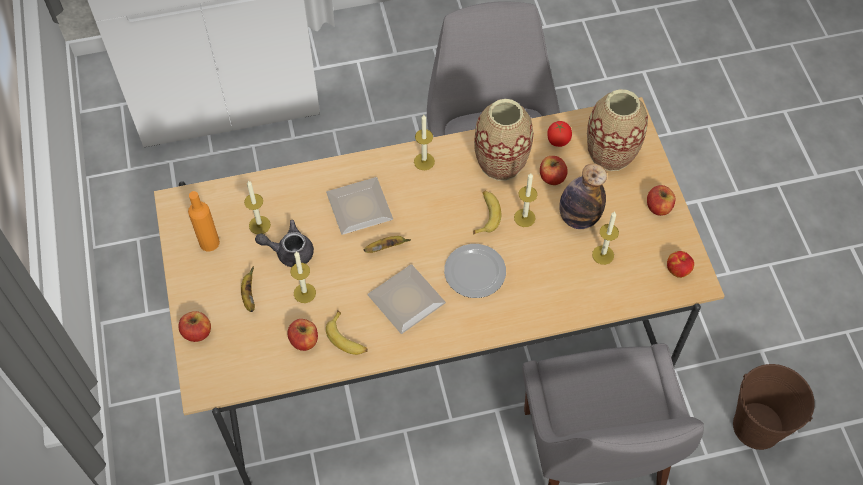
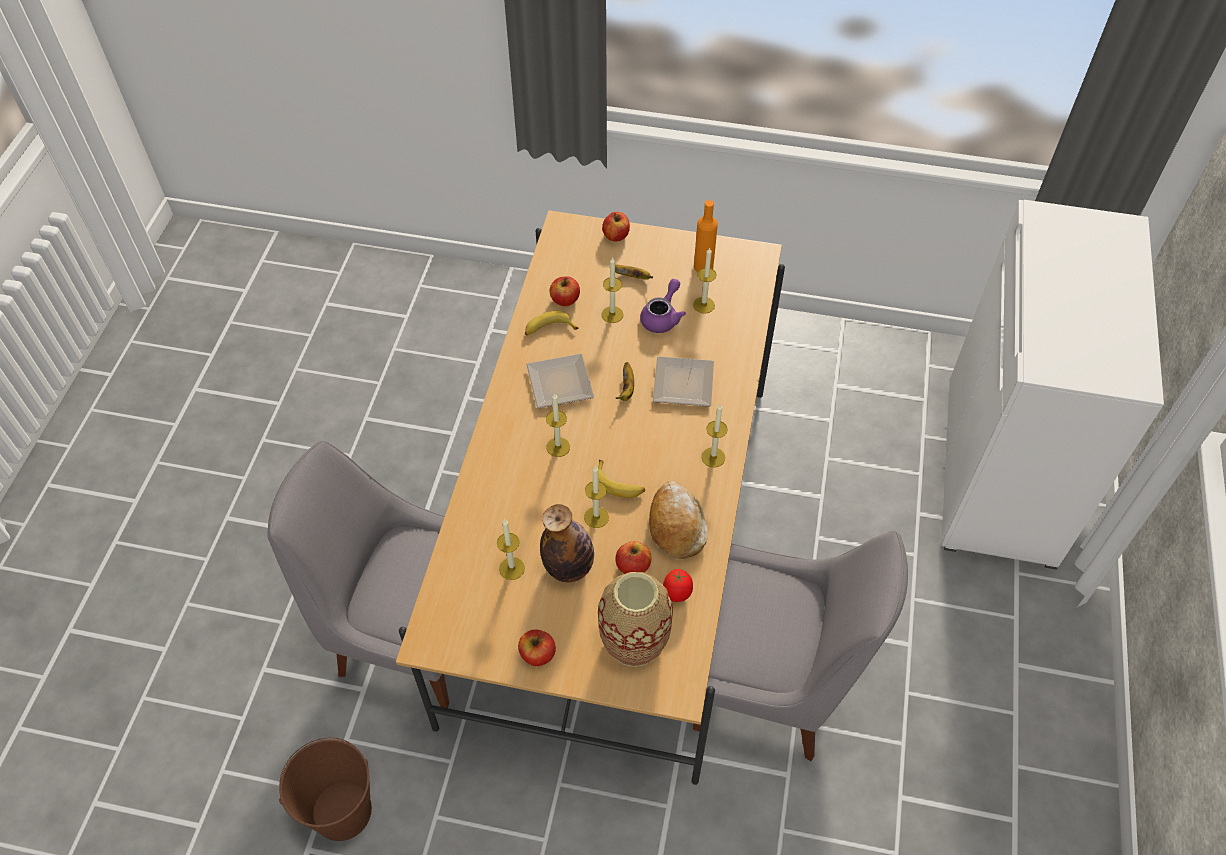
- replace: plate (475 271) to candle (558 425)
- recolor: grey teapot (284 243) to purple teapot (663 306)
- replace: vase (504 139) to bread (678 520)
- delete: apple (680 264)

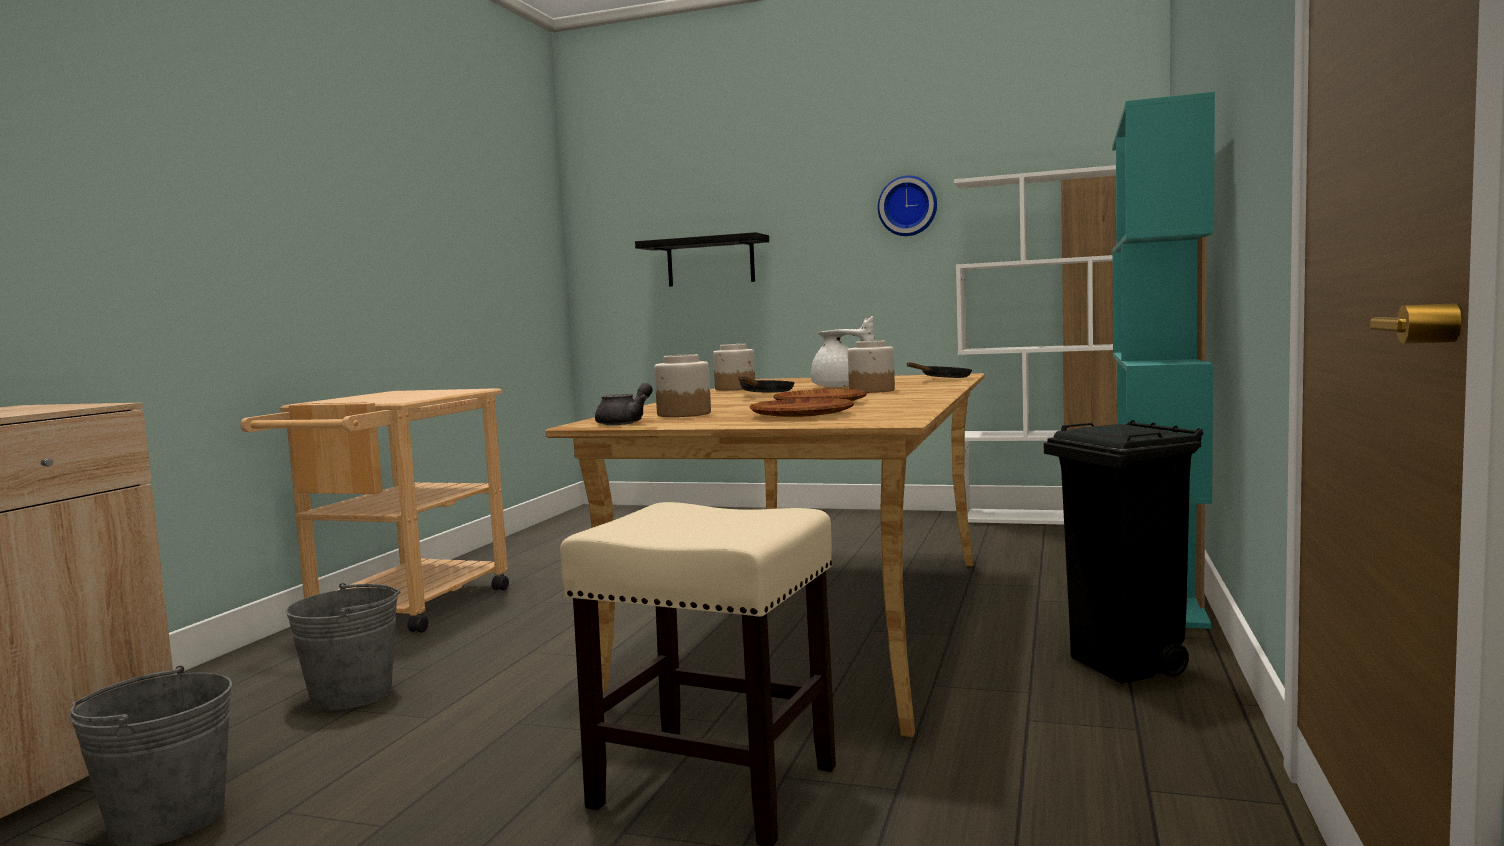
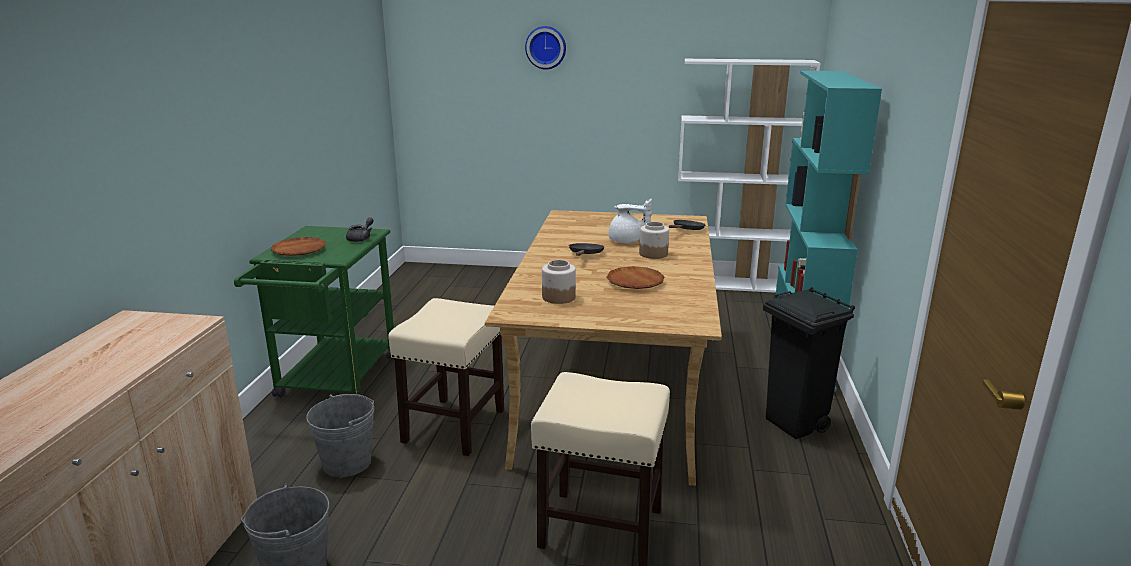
- recolor: beige cart (374 510) to green cart (314 312)
- move: brown plate (802 407) to (298 246)
- move: grey teapot (624 404) to (360 229)
- insert: beige stool (446 377)
- move: wall clock (907 205) to (545 48)
- delete: black shelf (702 259)
- delete: jar (734 367)

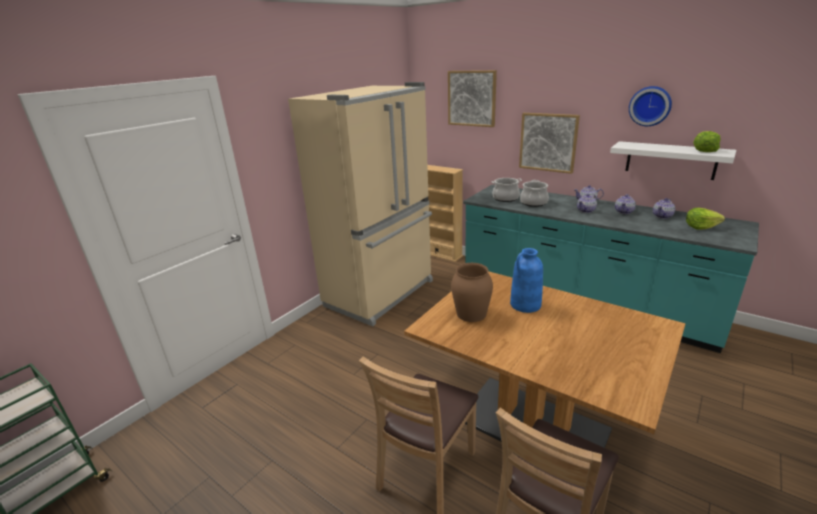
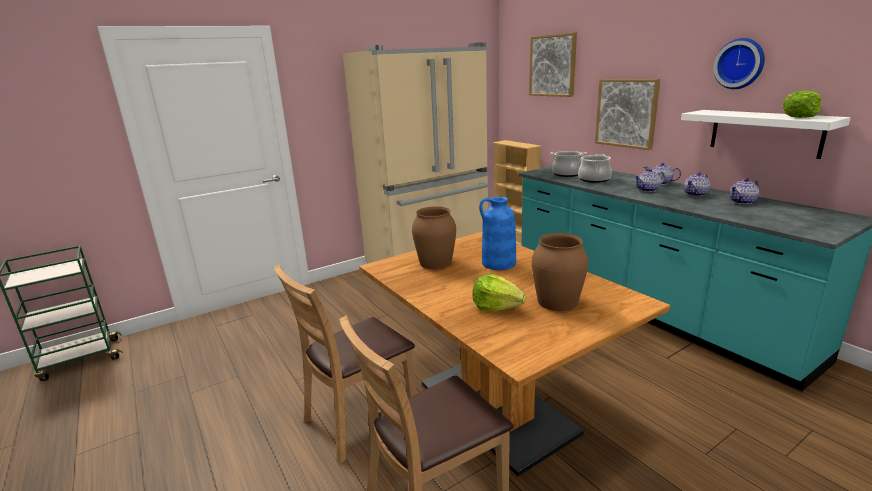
- move: lettuce (705 219) to (499 292)
- insert: brown vase (560 272)

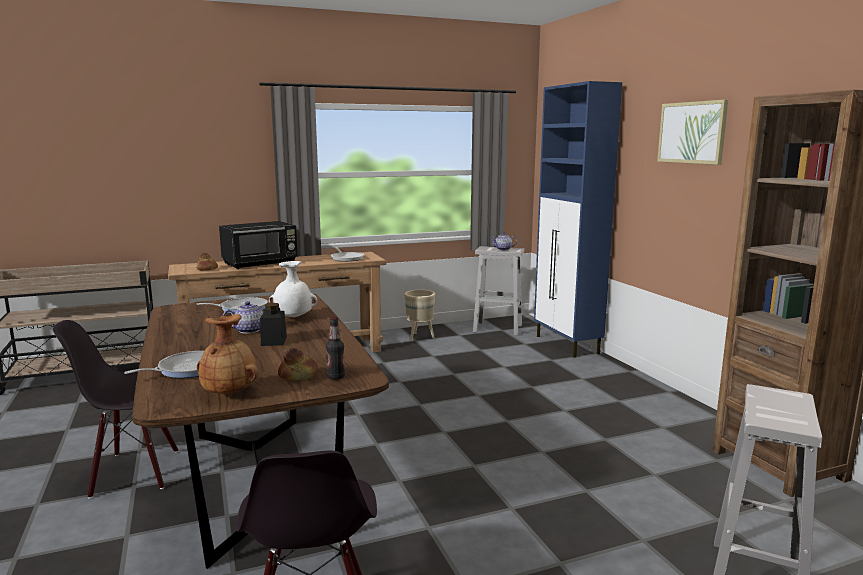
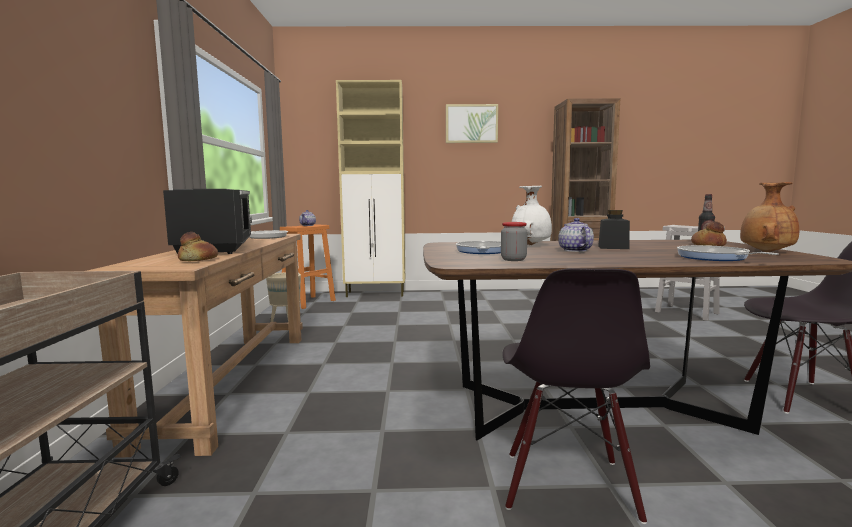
- recolor: white stool (498 291) to orange stool (308 266)
- recolor: blue cabinet (578 219) to beige cabinet (370 188)
- insert: jar (514 241)

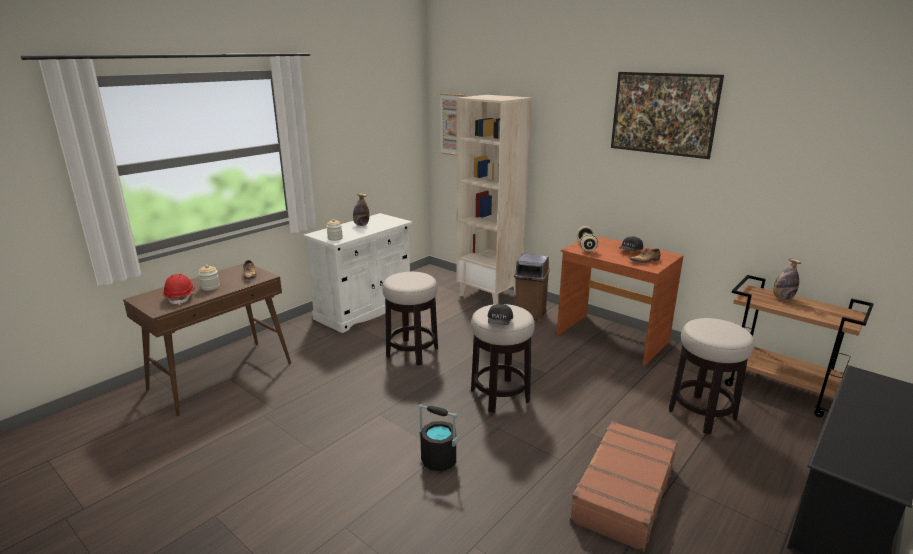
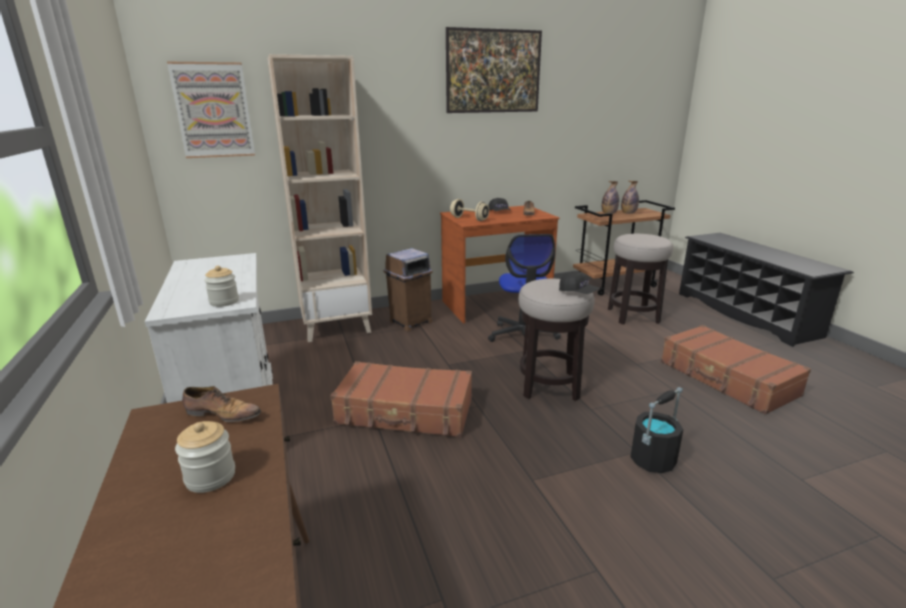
- replace: stool (410 318) to brown suitcase (401 399)
- insert: office chair (524 288)
- move: bottle (361 209) to (630 197)
- delete: red hard hat (179 289)

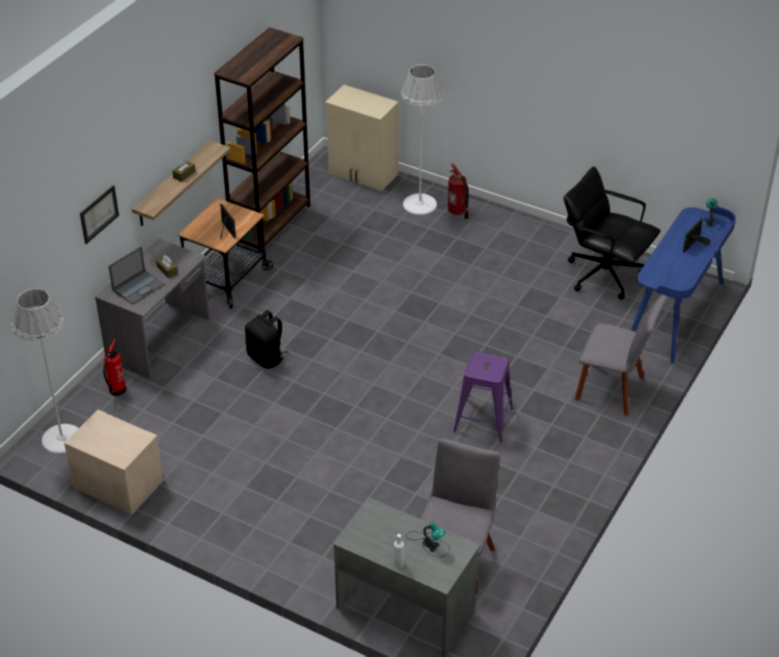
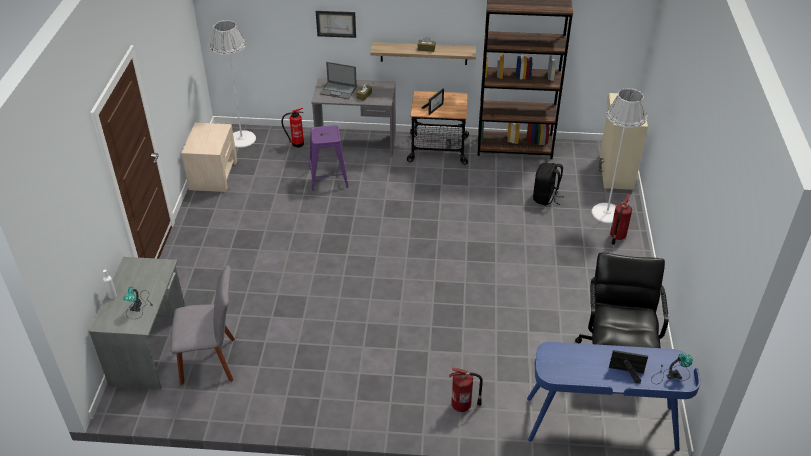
- move: purple stool (483 397) to (328 158)
- replace: grey chair (620 355) to fire extinguisher (466 390)
- move: black backpack (266 339) to (548 184)

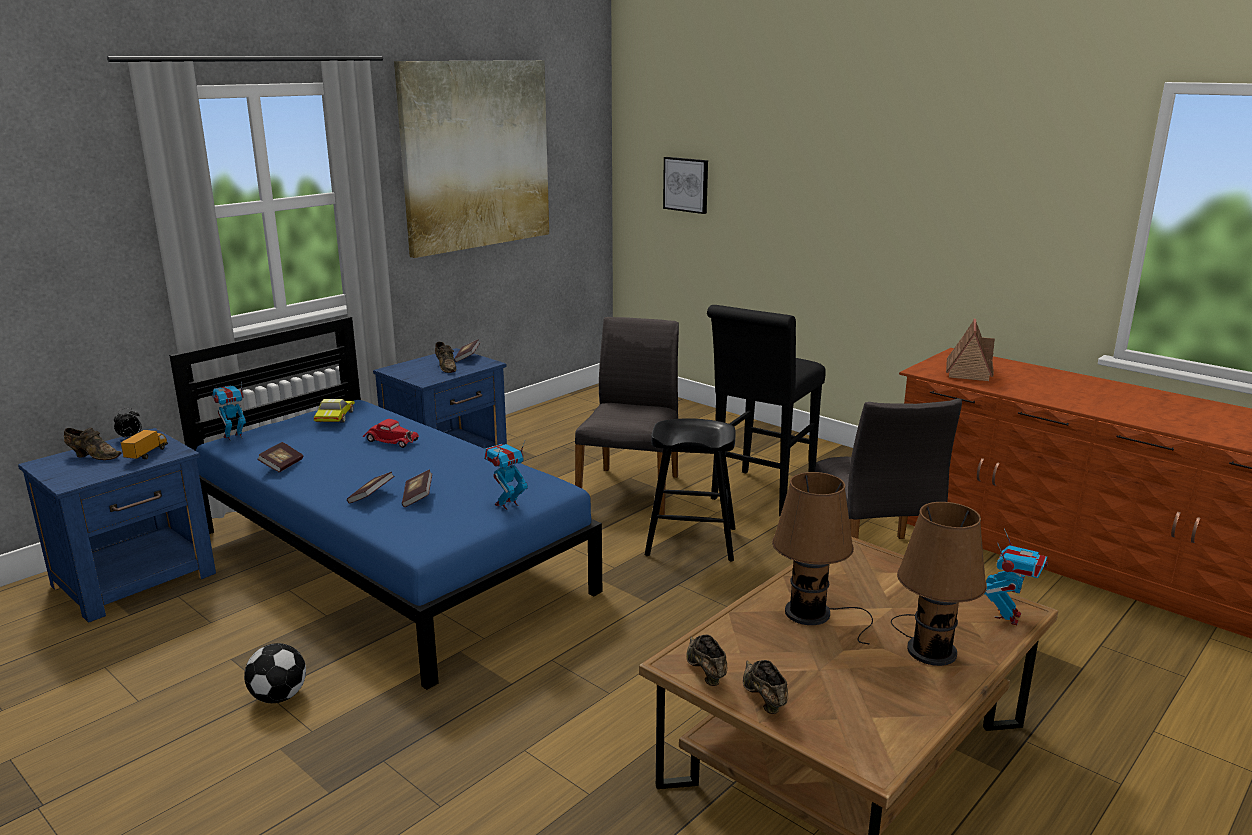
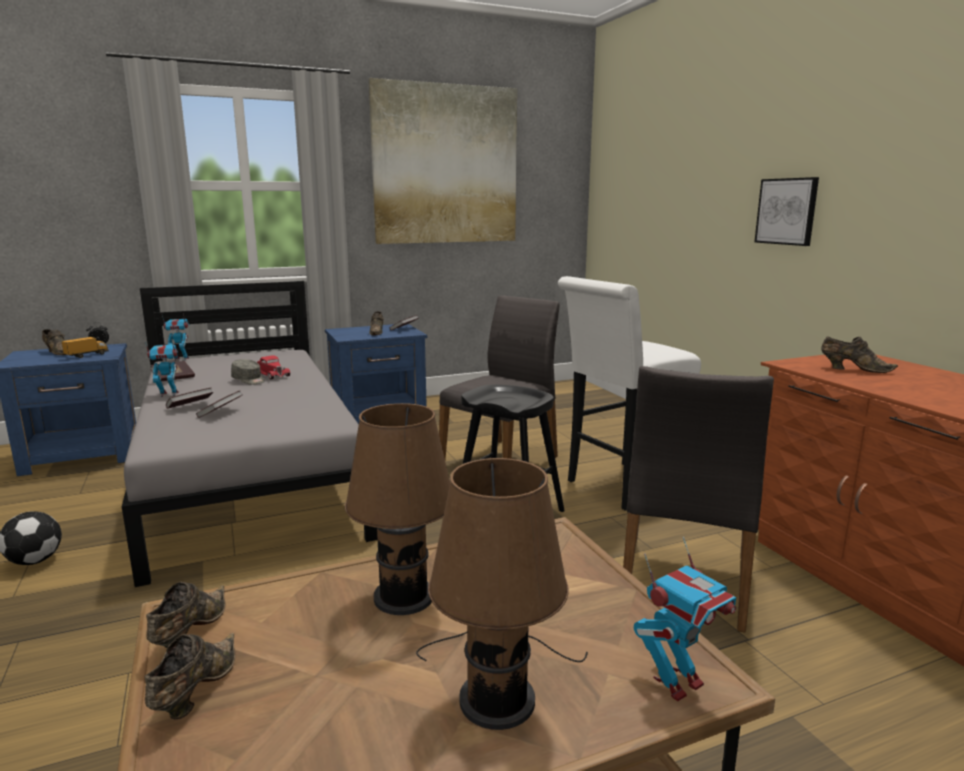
- recolor: blue bed (385 503) to grey bed (250 434)
- move: toy robot (506 475) to (162 368)
- insert: grey cap (248 372)
- recolor: black stool (766 410) to white stool (629 393)
- move: picture (685 185) to (786 211)
- replace: toy house (970 350) to brown shoe (859 354)
- delete: toy car (334 410)

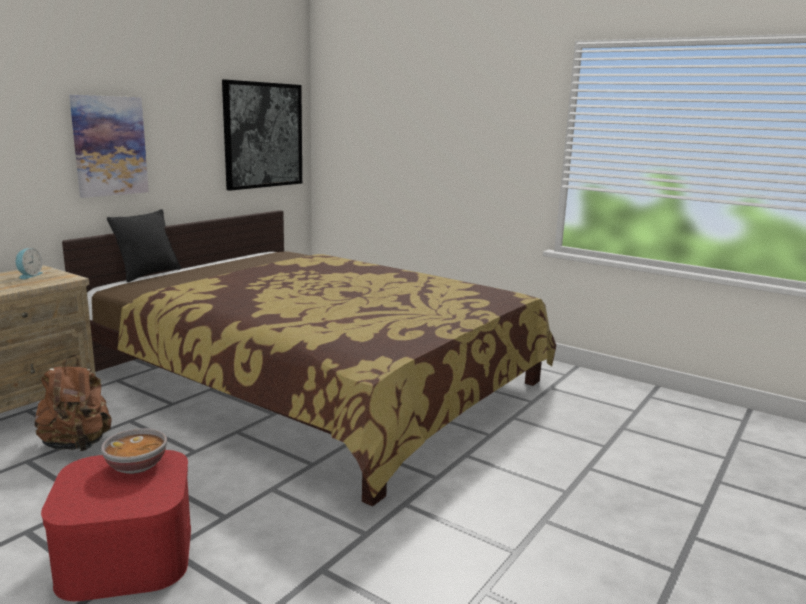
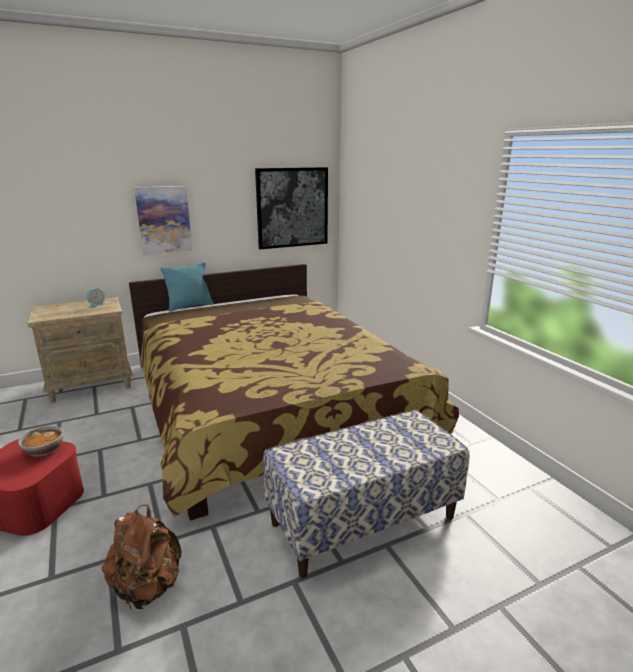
- move: brown backpack (73 403) to (141 557)
- recolor: black pillow (144 245) to turquoise pillow (187 287)
- insert: bench (366 494)

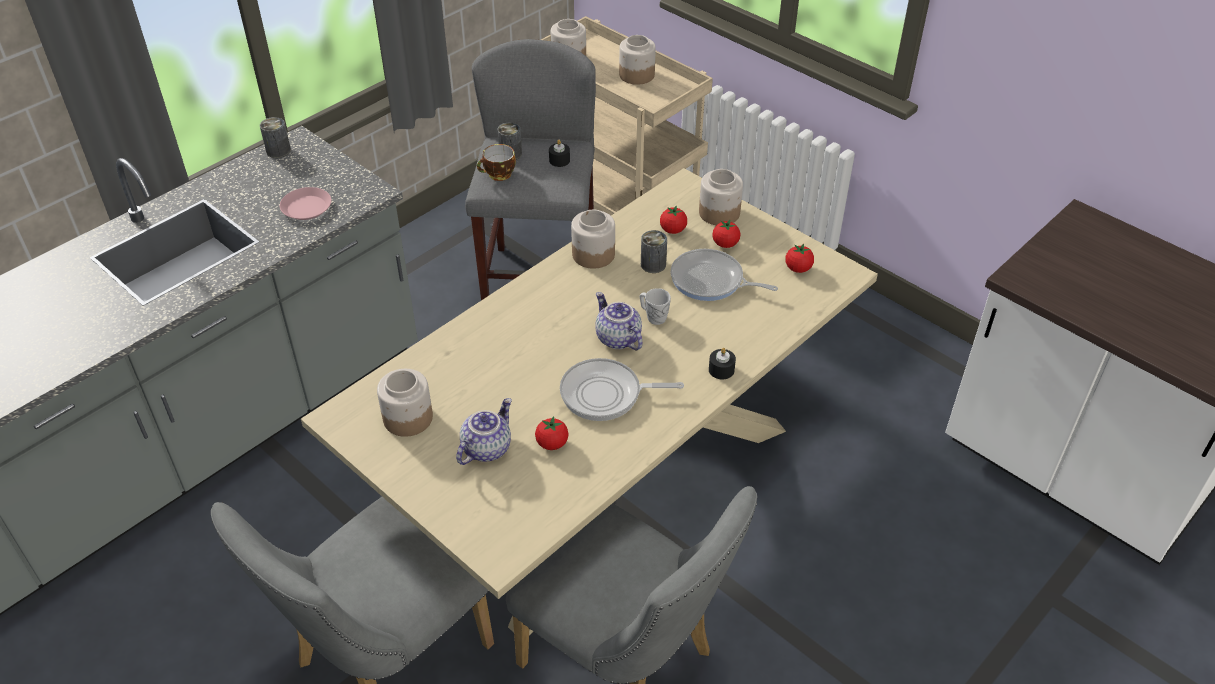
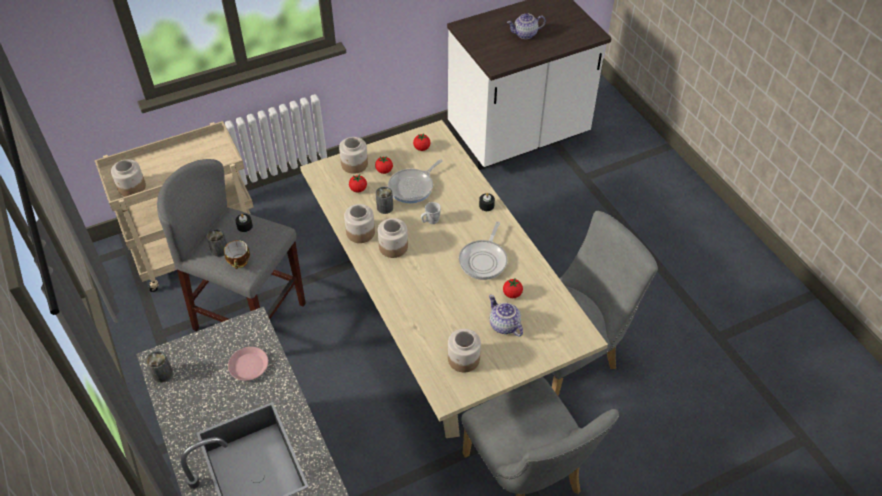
- move: jar (637 60) to (393 238)
- move: teapot (619 321) to (526 26)

